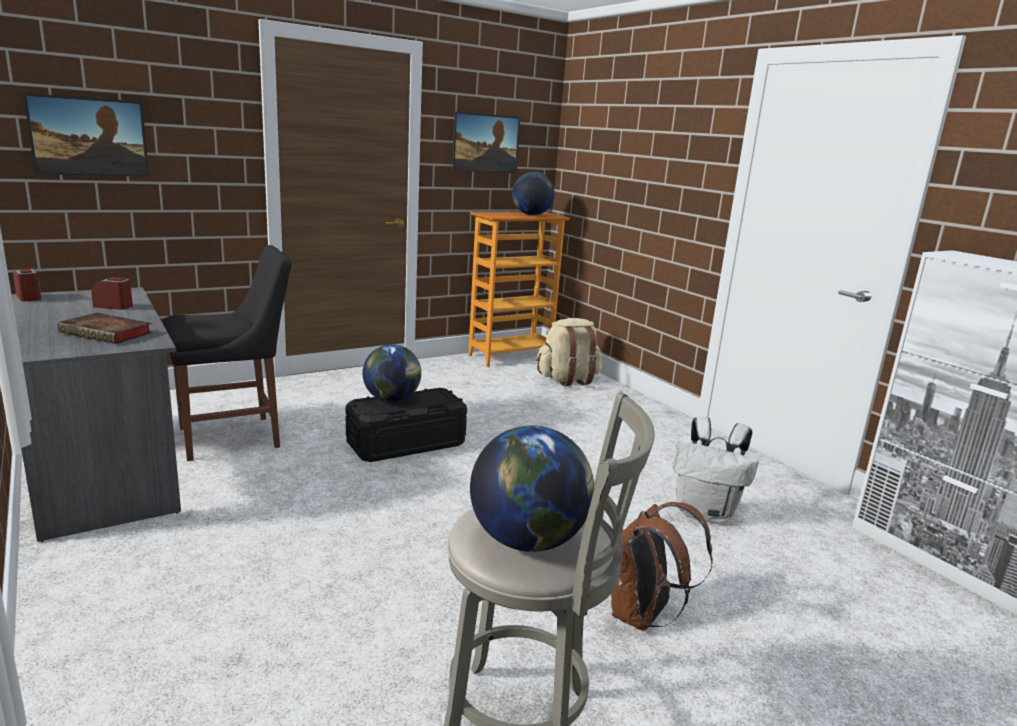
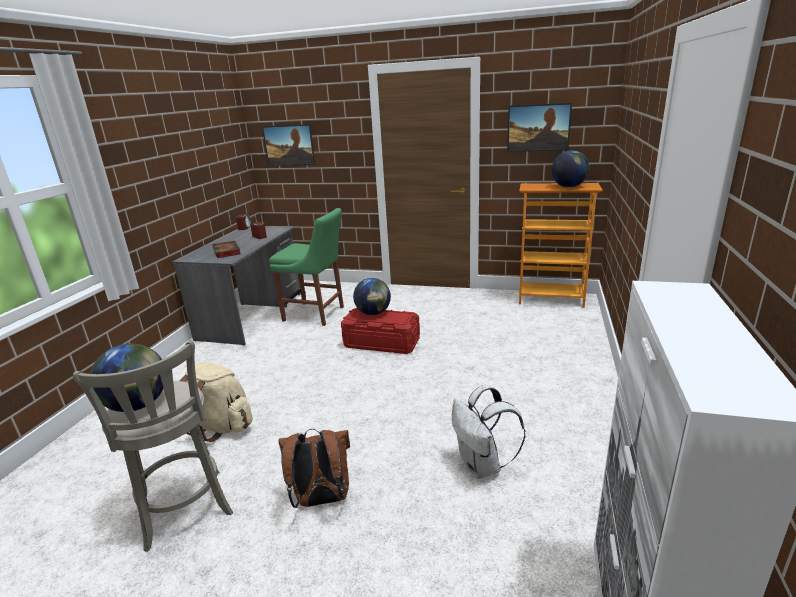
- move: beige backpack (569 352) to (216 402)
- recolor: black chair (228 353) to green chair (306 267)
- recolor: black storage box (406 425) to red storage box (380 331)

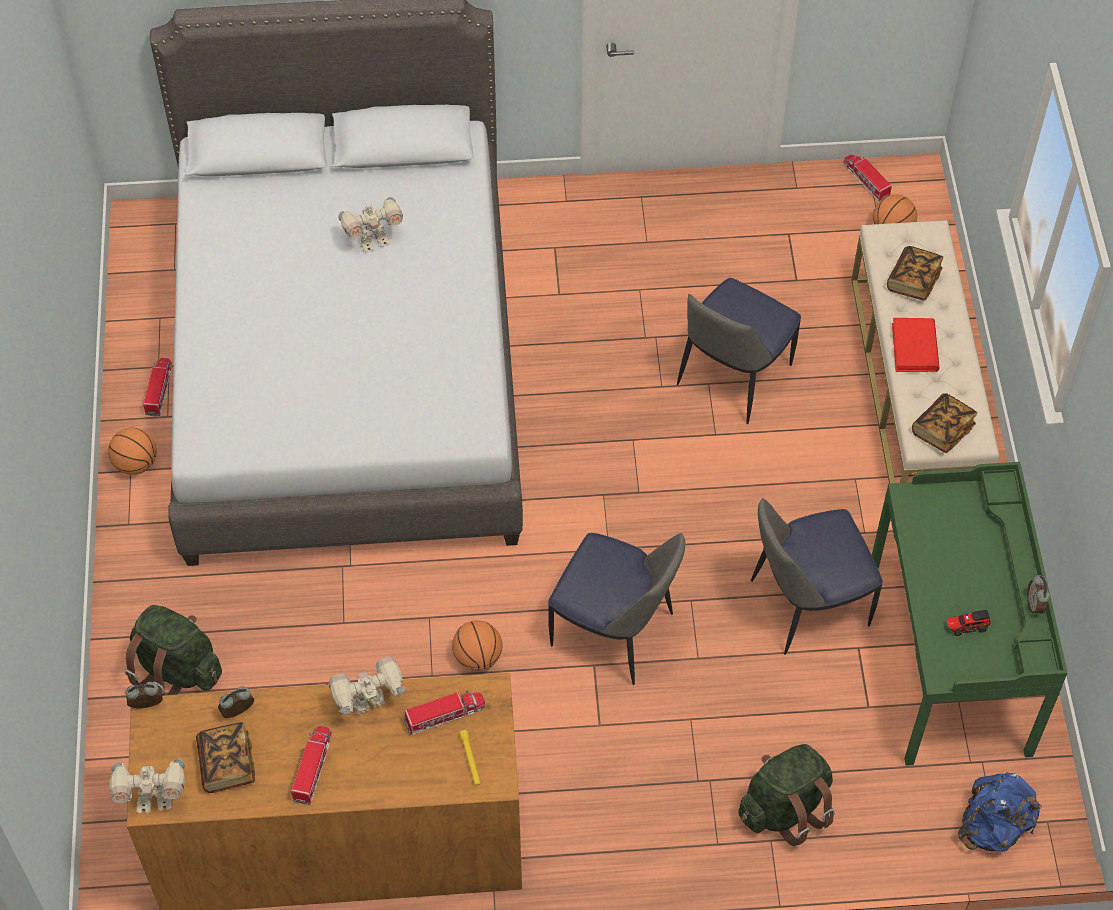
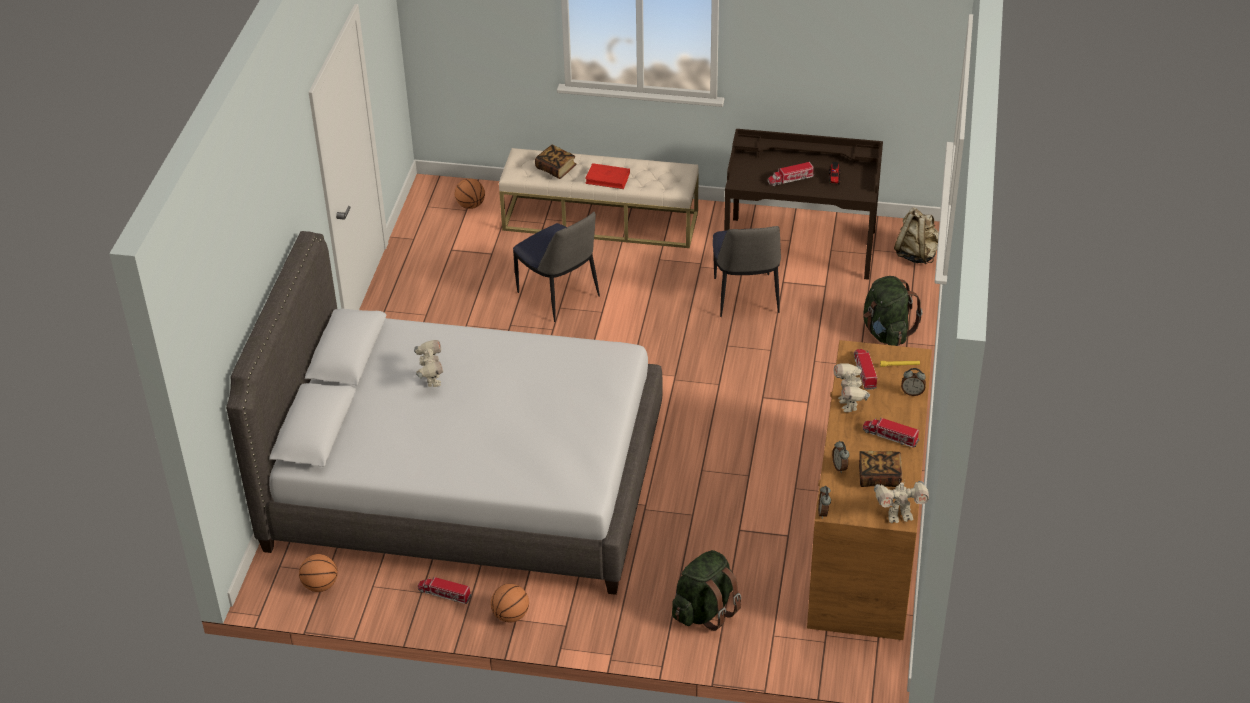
- move: basketball (477 645) to (318 573)
- recolor: green desk (969 614) to brown desk (803 204)
- move: toy truck (868 178) to (791 174)
- rotate: toy robot (147 785) = (901 501) 75 degrees clockwise
- recolor: blue backpack (1000 812) to beige backpack (916 236)
- move: alarm clock (1038 595) to (913 382)
- delete: chair (616 609)
- delete: book (944 423)

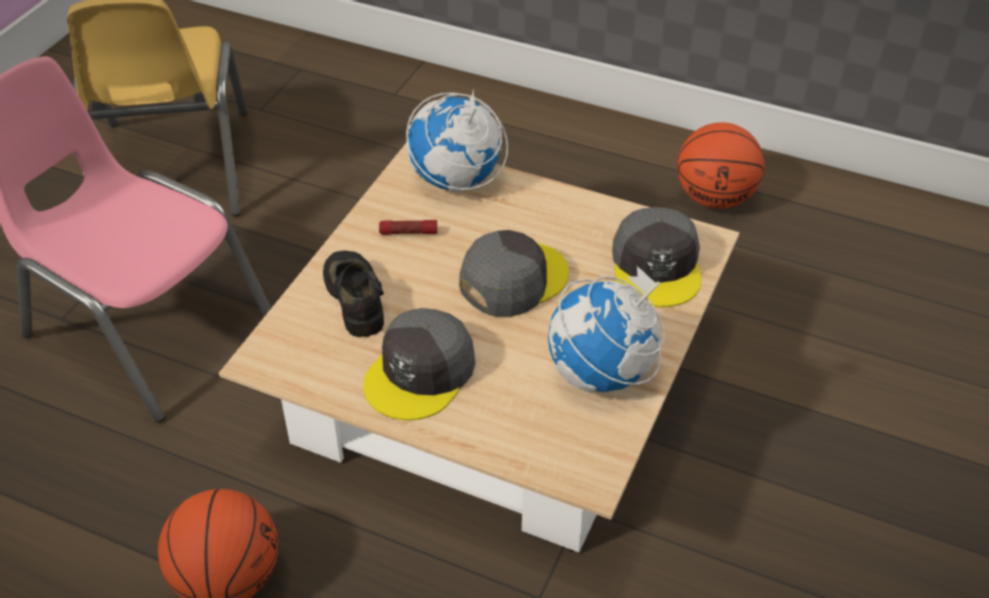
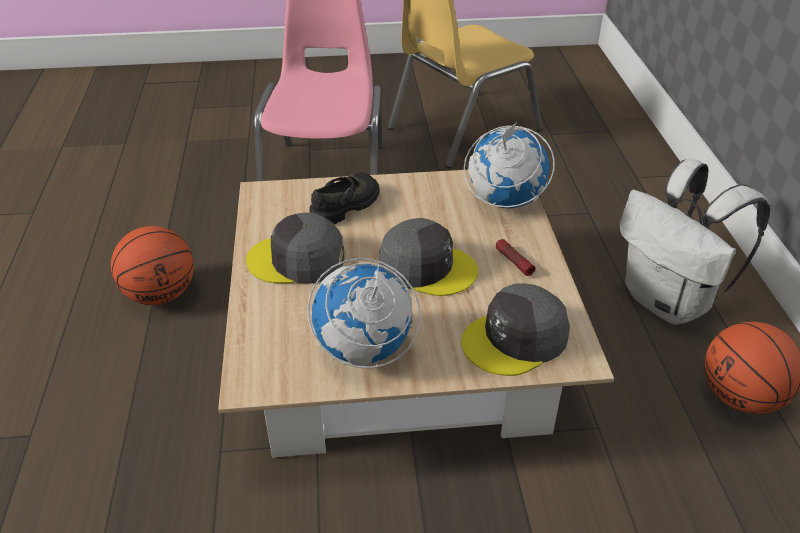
- move: flashlight (408 227) to (515 257)
- insert: white backpack (695 241)

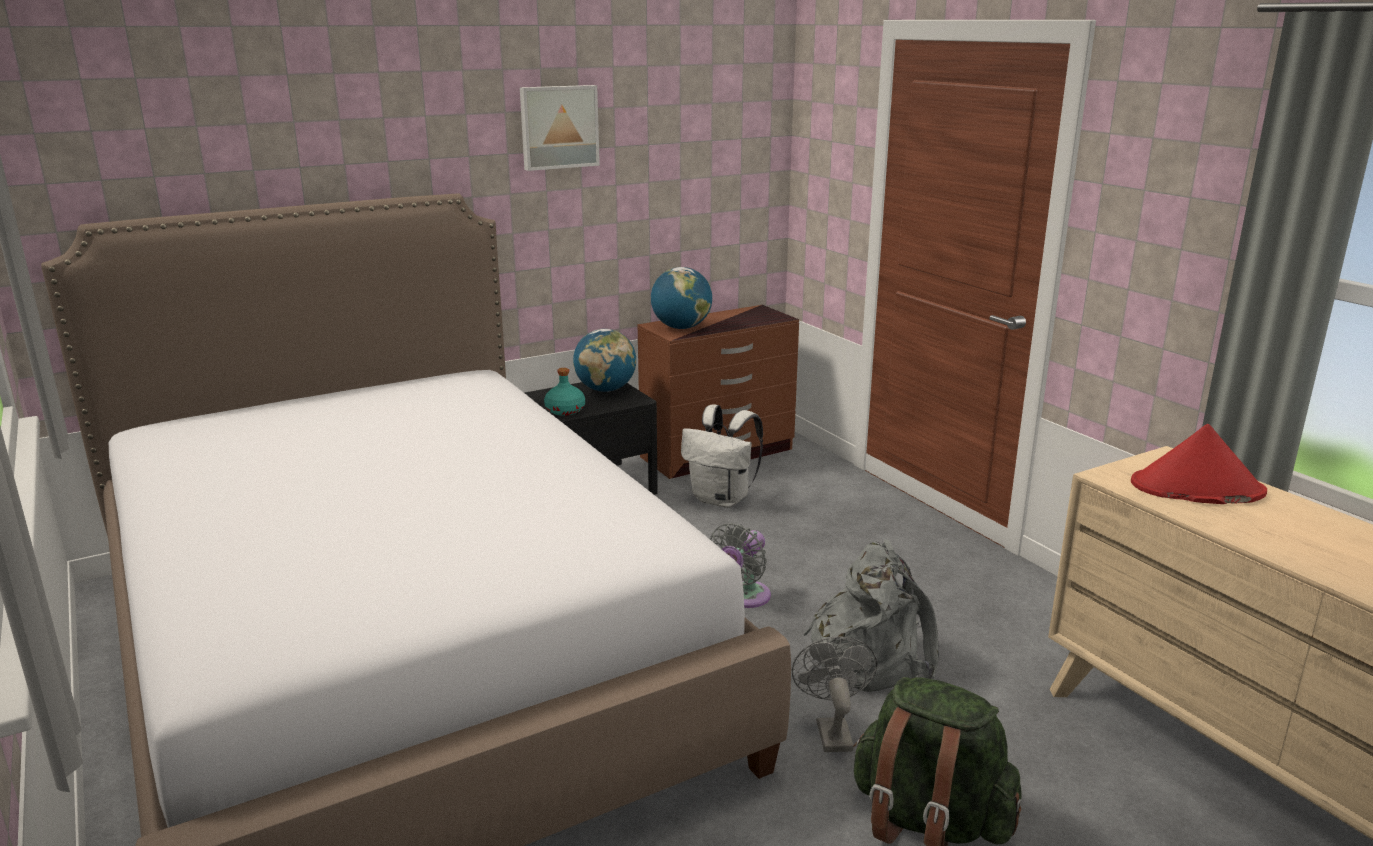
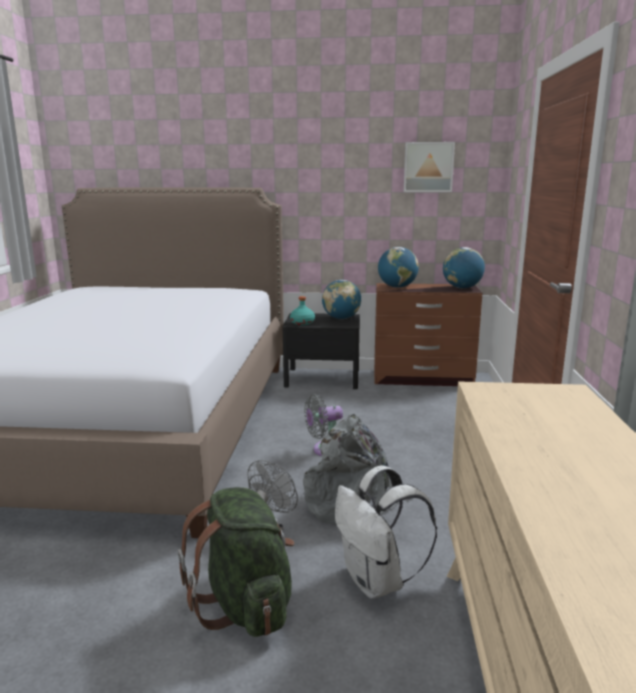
- move: white backpack (722 456) to (386 532)
- move: picture (560 128) to (429 167)
- insert: globe (464 267)
- delete: red hat (1199 464)

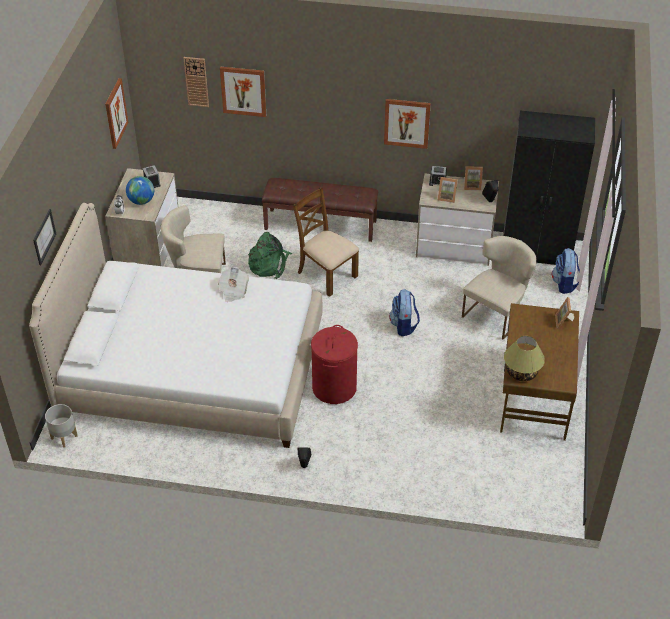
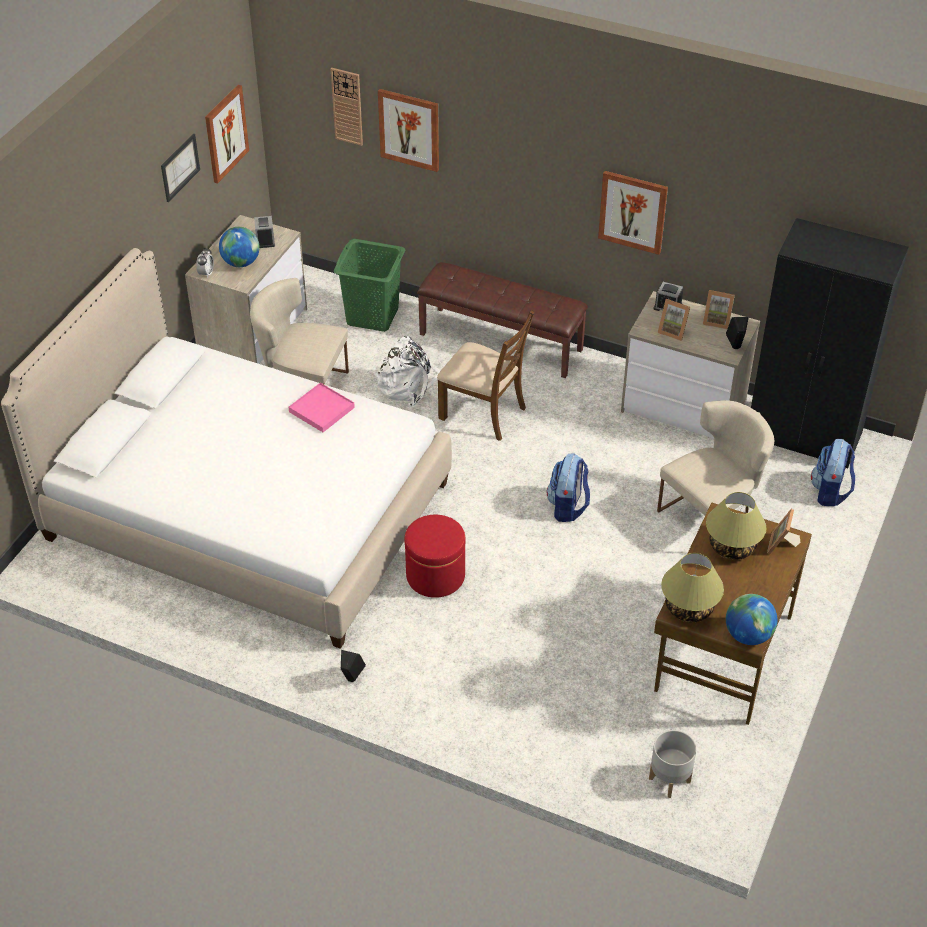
- move: picture (44 237) to (180 168)
- replace: newspaper (233 284) to pink tray (322 407)
- insert: green laundry basket (369 285)
- recolor: green backpack (270 255) to white backpack (409 371)
- replace: red laundry basket (334 364) to red ottoman (435 556)
- rotate: brown chair (326 242) = (486 375) 150 degrees clockwise
- move: grey planter (61 426) to (672 764)
- insert: table lamp (736 526)
- insert: globe (751 619)

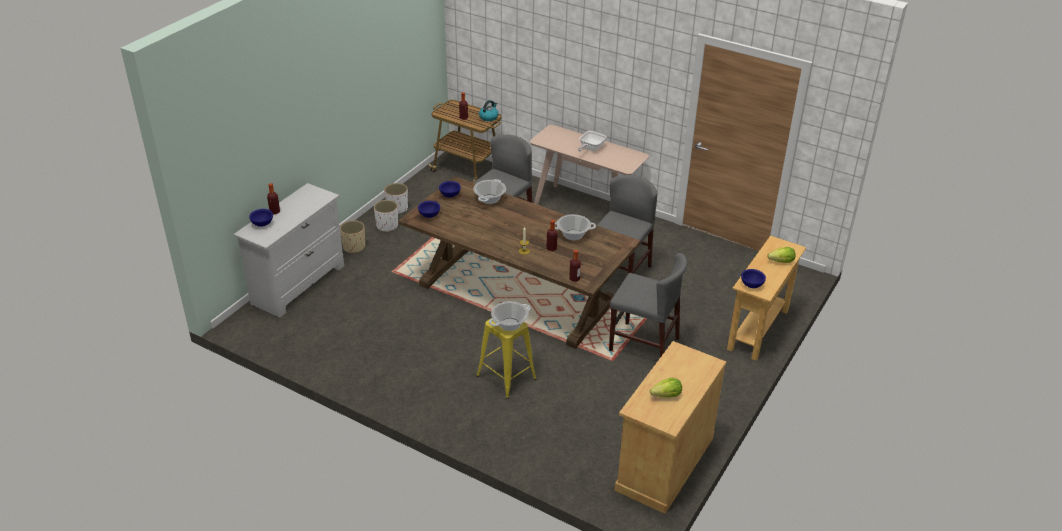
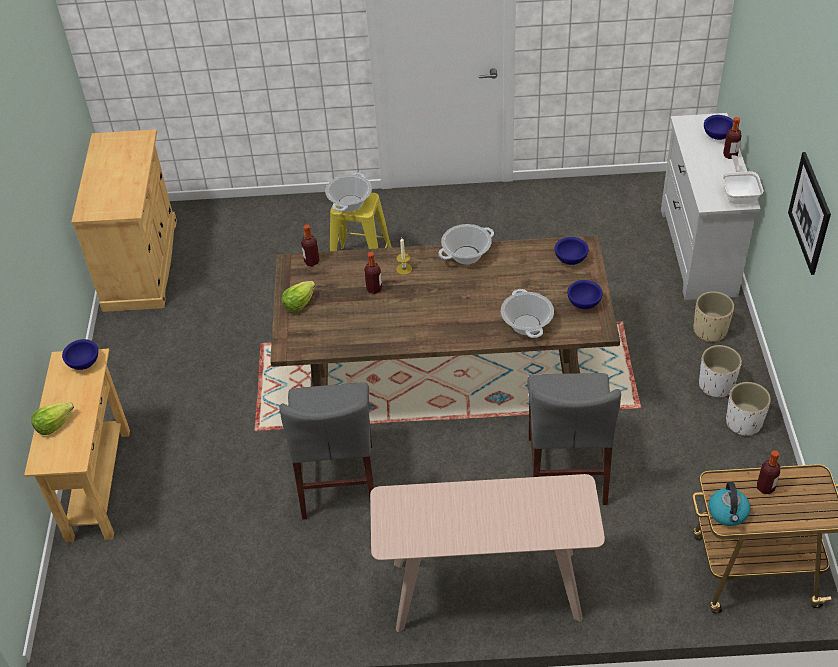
- move: lettuce (666 388) to (298 296)
- move: cooking pot (575 227) to (466 244)
- move: frying pan (592 141) to (742 179)
- insert: picture (809 213)
- delete: grey chair (648 305)

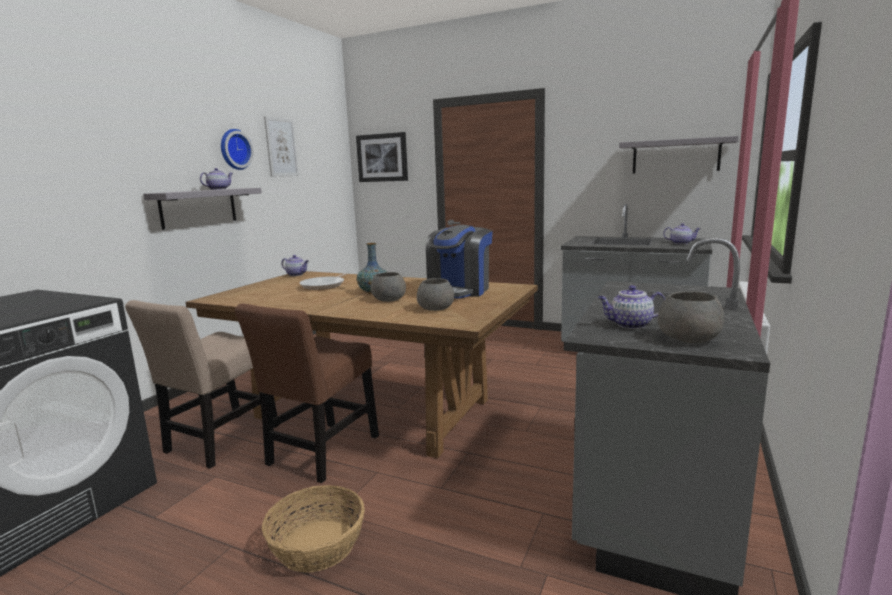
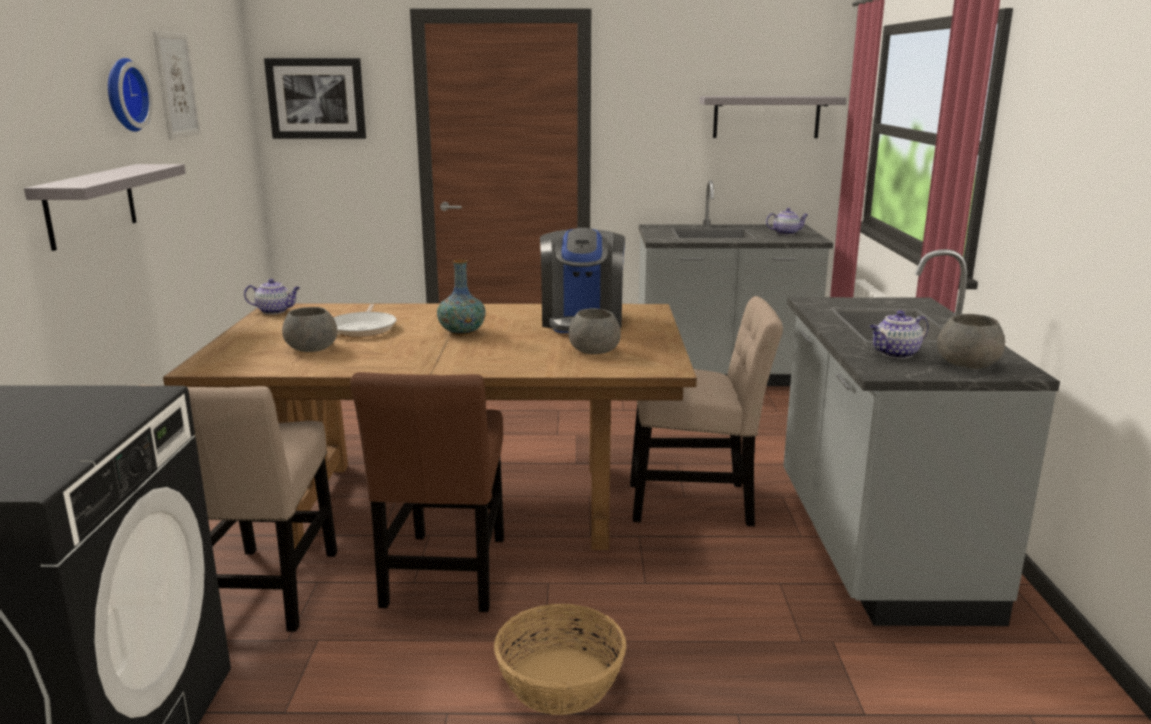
- move: grey bowl (388 287) to (309 329)
- insert: beige chair (706 411)
- delete: teapot (216 179)

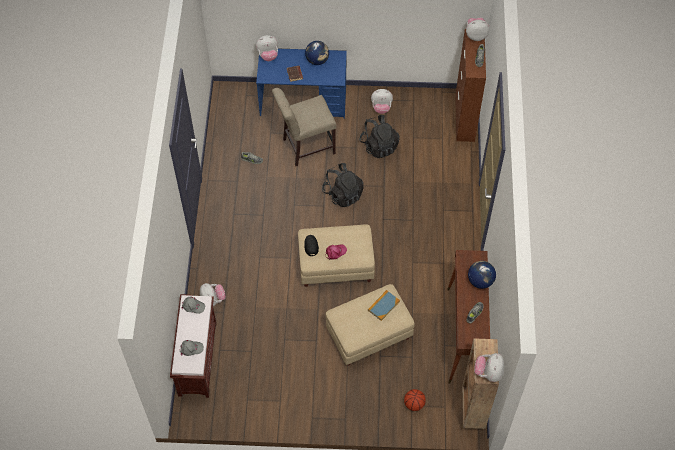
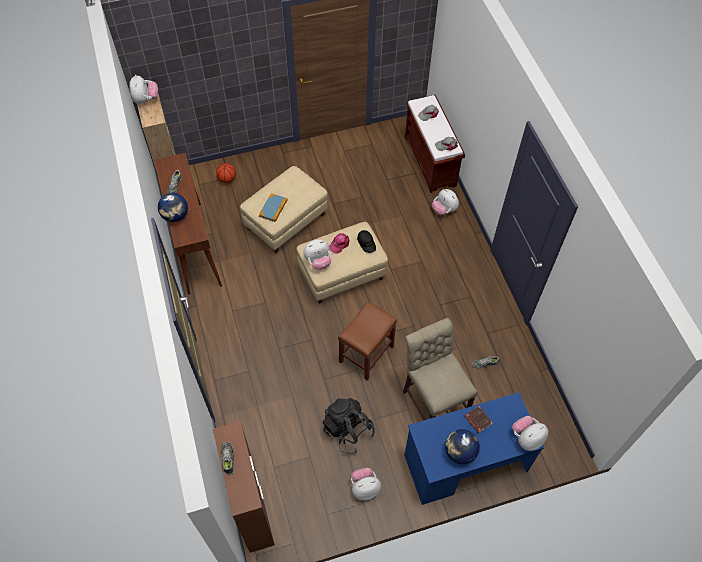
- move: plush toy (478 29) to (317 255)
- replace: black backpack (343 185) to brown stool (367 341)
- rotate: beige chair (304 127) = (440 369) 75 degrees counterclockwise

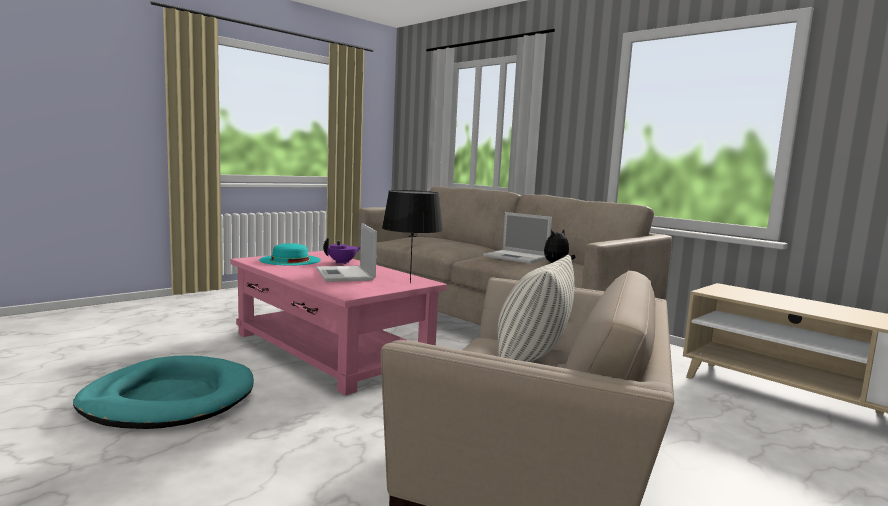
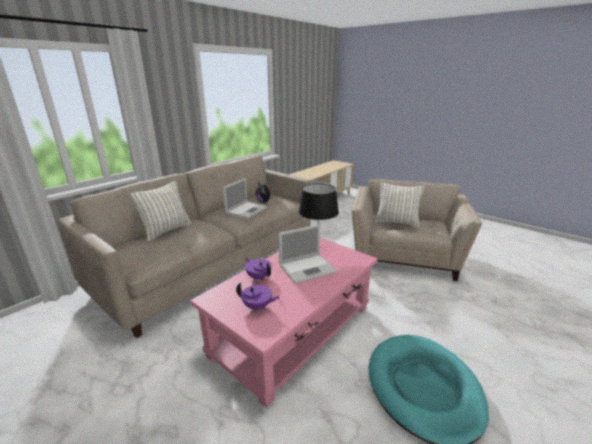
- insert: pillow (160 211)
- replace: turquoise hat (290 254) to purple teapot (258 297)

